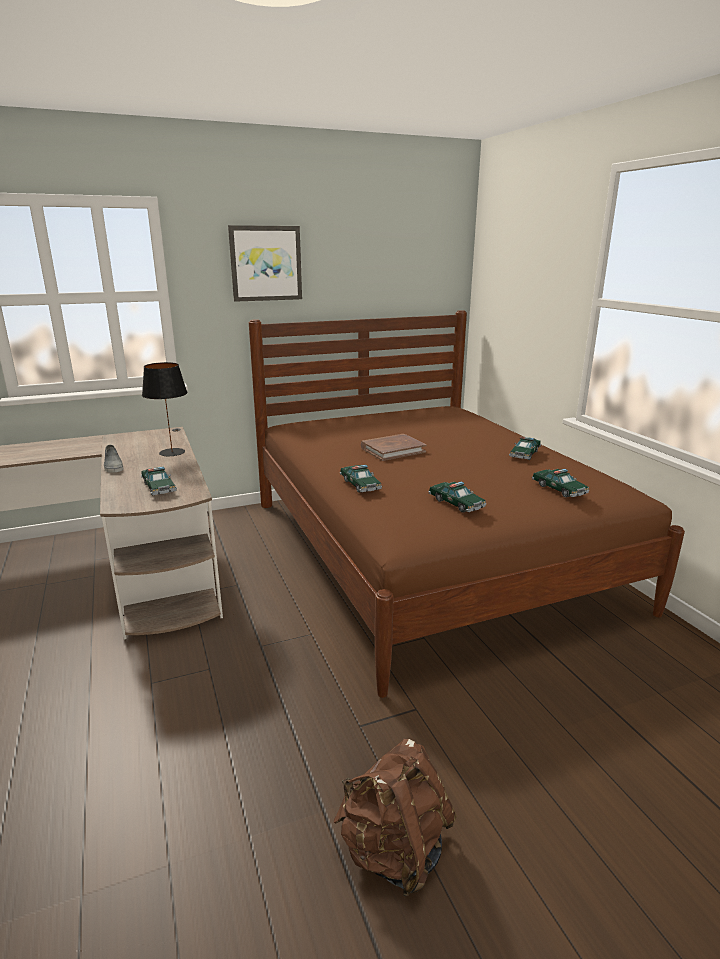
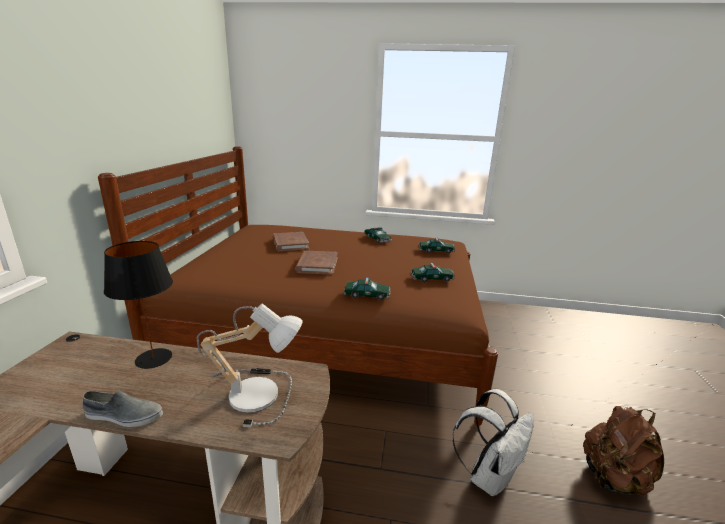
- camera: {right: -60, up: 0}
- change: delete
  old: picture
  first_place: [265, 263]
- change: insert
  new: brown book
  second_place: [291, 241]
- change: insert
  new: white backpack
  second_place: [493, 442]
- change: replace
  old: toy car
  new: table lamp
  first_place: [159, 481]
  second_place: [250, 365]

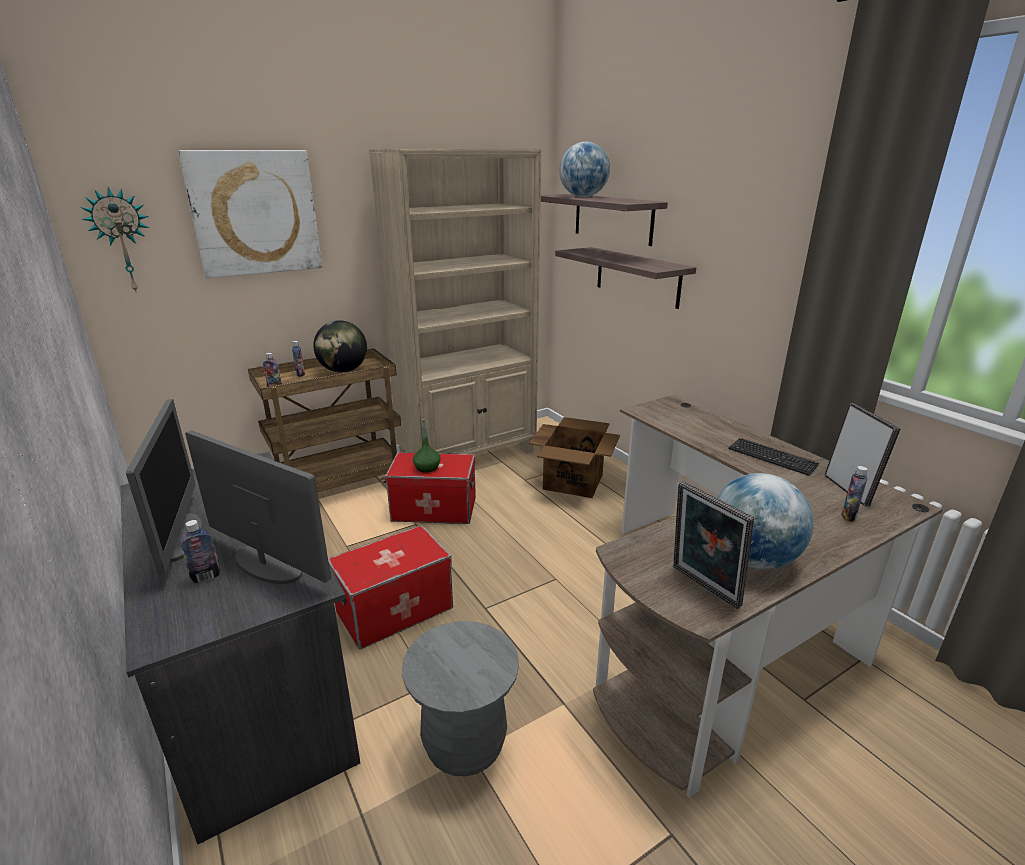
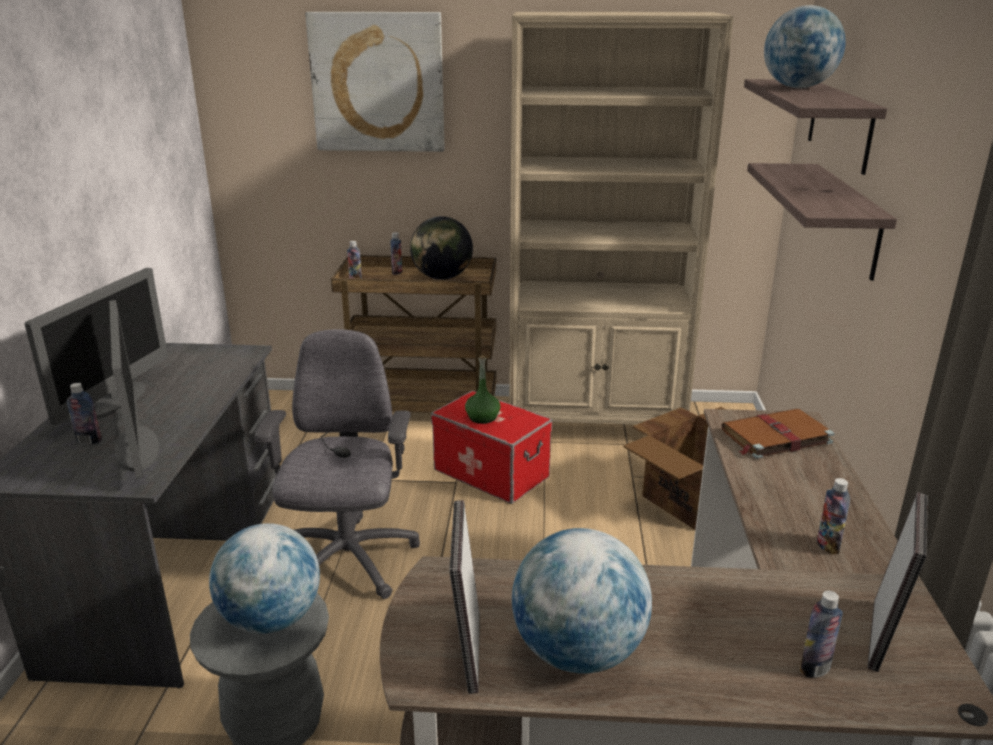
- camera: {right: 35, up: 0}
- change: delete
  old: wall clock
  first_place: [114, 240]
- change: insert
  new: globe
  second_place: [264, 578]
- change: insert
  new: brown book
  second_place: [778, 434]
- change: replace
  old: storage box
  new: grey office chair
  first_place: [390, 587]
  second_place: [337, 464]
- change: replace
  old: keyboard
  new: bottle
  first_place: [774, 457]
  second_place: [833, 516]

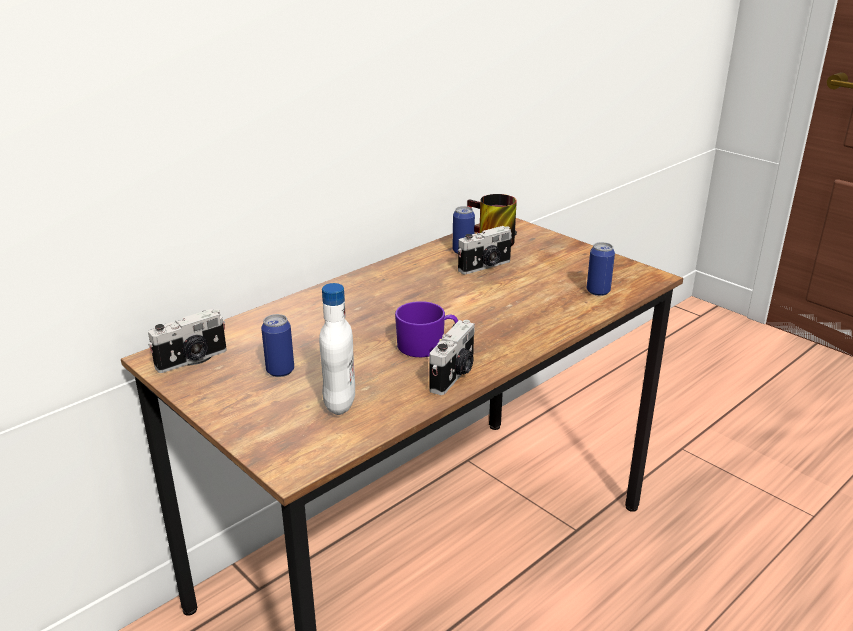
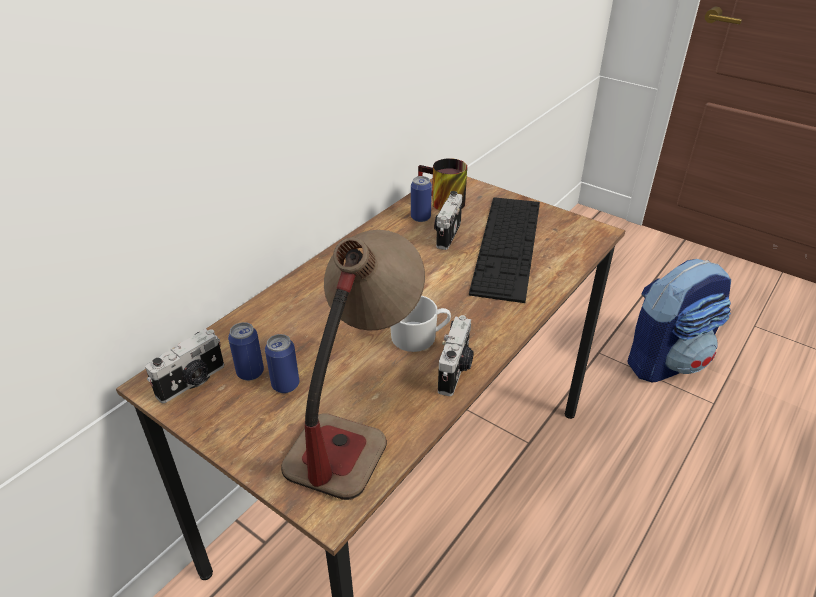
- camera: {right: -10, up: 10}
- change: insert
  new: keyboard
  second_place: [504, 250]
- change: insert
  new: backpack
  second_place: [679, 320]
- change: move
  old: can
  first_place: [601, 269]
  second_place: [246, 351]
- change: replace
  old: white bottle
  new: table lamp
  first_place: [337, 349]
  second_place: [353, 365]
- change: recolor
  old: purple mug
  new: white mug
  first_place: [426, 329]
  second_place: [420, 324]
- change: rotate
  old: photo camera
  first_place: [485, 250]
  second_place: [448, 220]
  degrees: 150

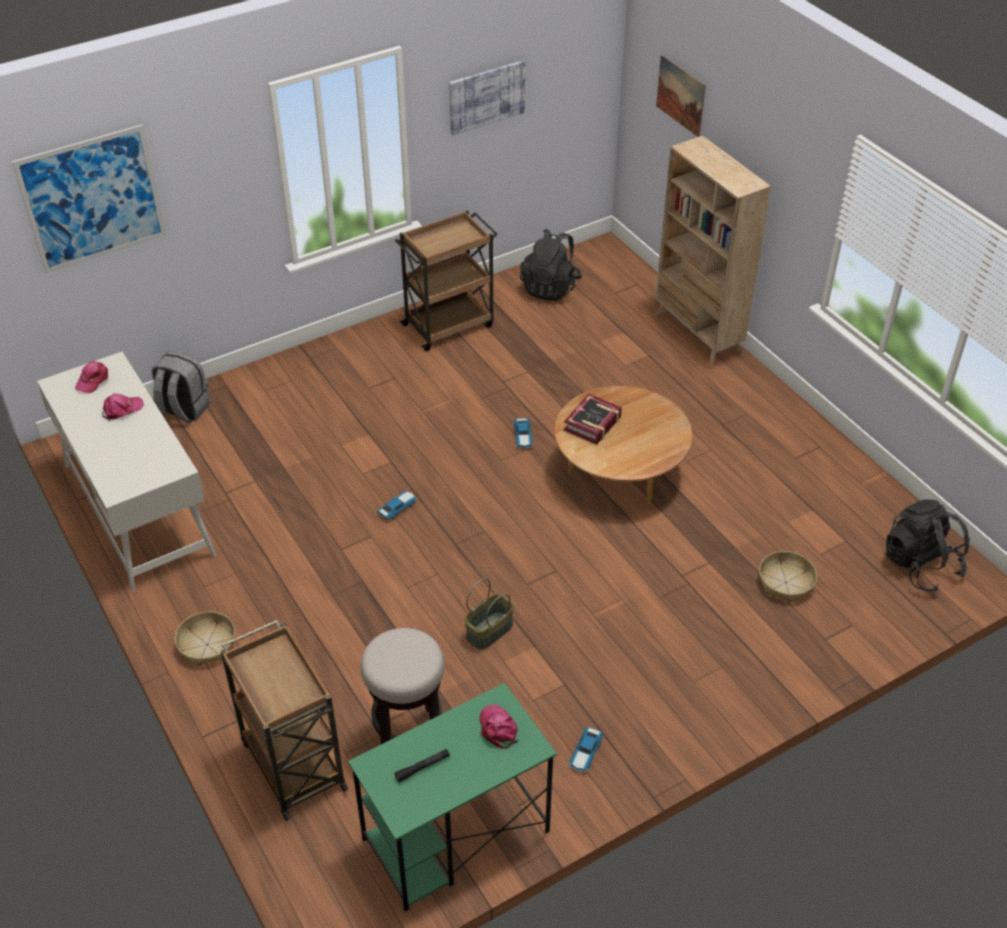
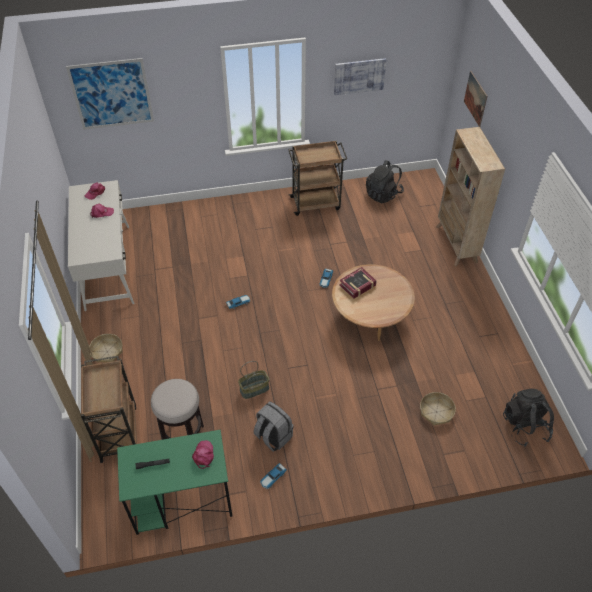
- camera: {right: 20, up: 5}
- change: move
  old: grey backpack
  first_place: [181, 387]
  second_place: [274, 426]

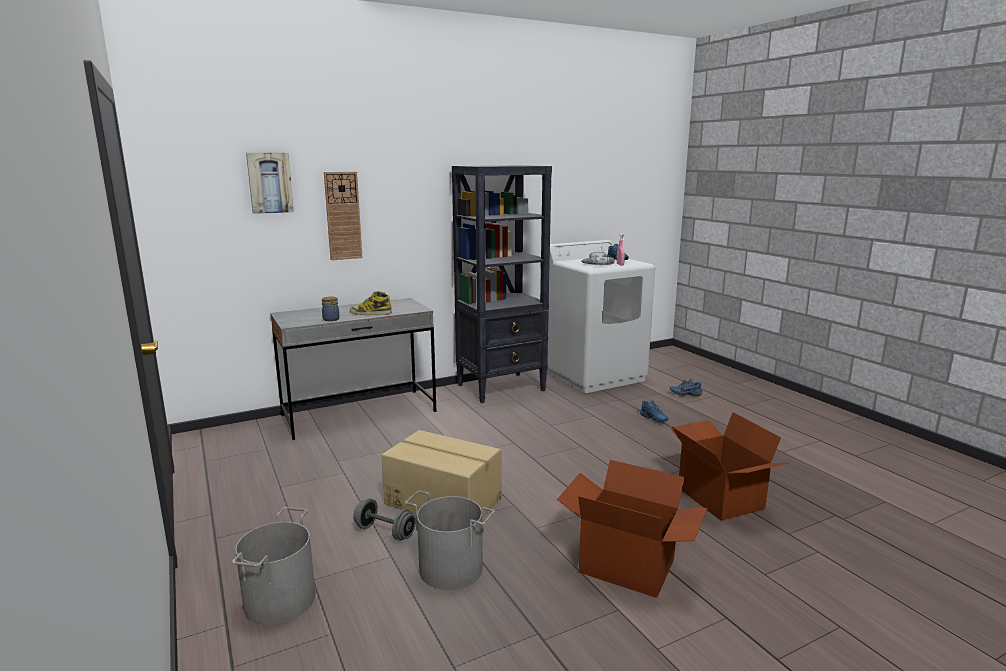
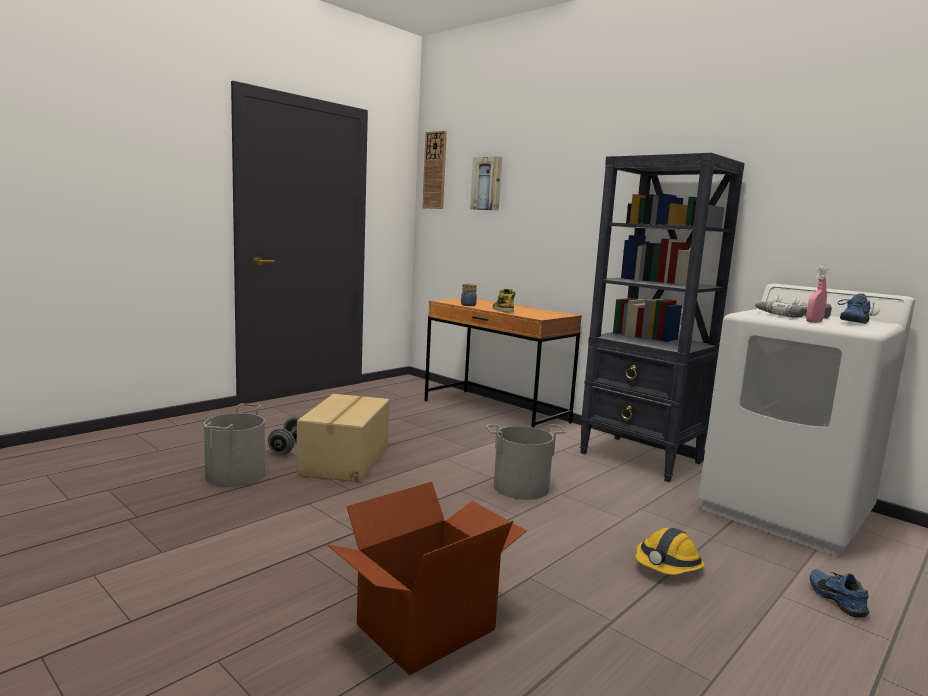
- camera: {right: 70, up: -5}
- change: delete
  old: cardboard box
  first_place: [632, 529]
- change: move
  old: grey bucket
  first_place: [274, 566]
  second_place: [526, 462]
- change: move
  old: wall clock
  first_place: [343, 216]
  second_place: [434, 170]
- change: replace
  old: blue shoe
  new: hard hat
  first_place: [654, 411]
  second_place: [670, 551]
- change: recolor
  old: grey desk
  new: brown desk
  first_place: [353, 369]
  second_place: [503, 363]

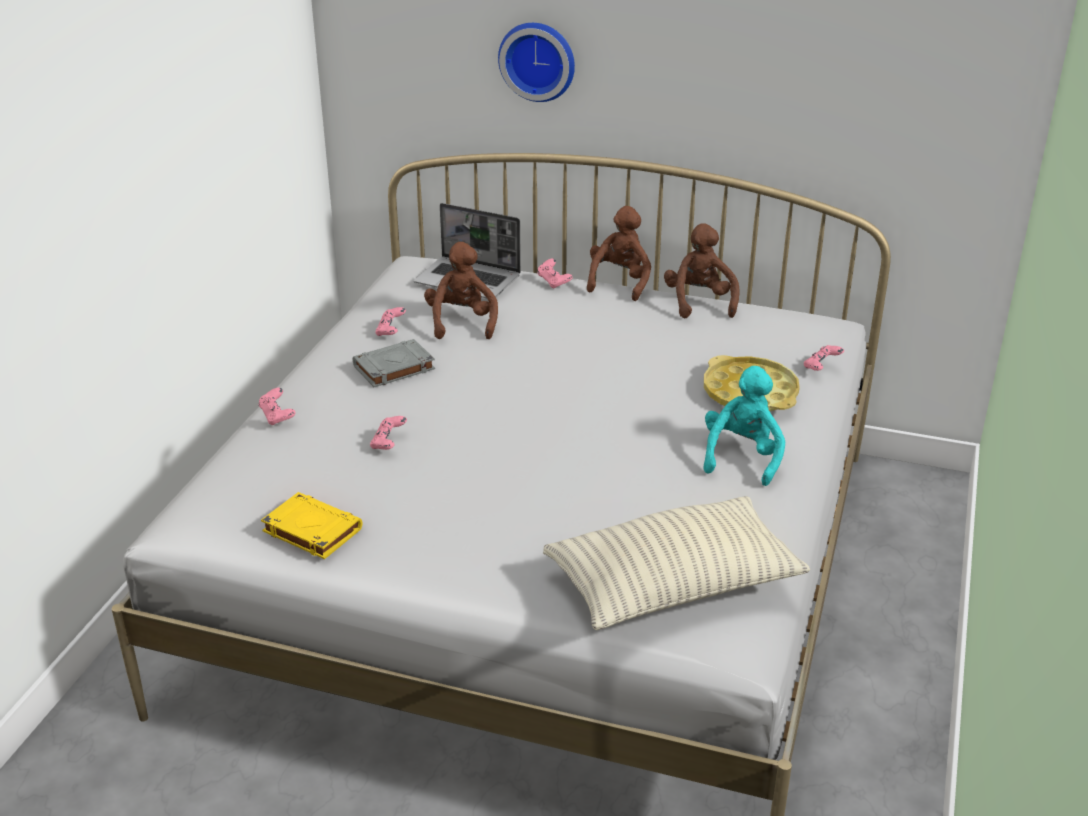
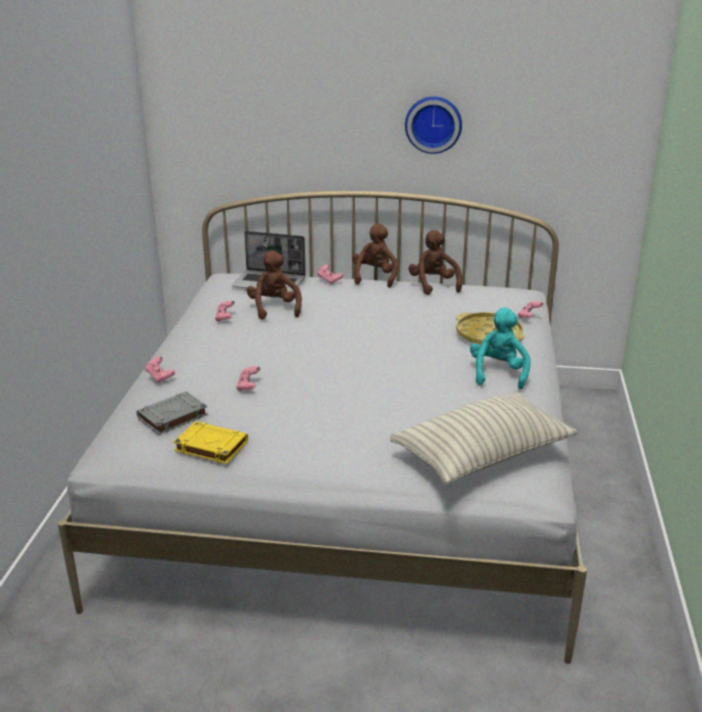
- camera: {right: -10, up: -5}
- change: move
  old: grey book
  first_place: [394, 363]
  second_place: [172, 413]
- change: move
  old: wall clock
  first_place: [536, 62]
  second_place: [433, 125]

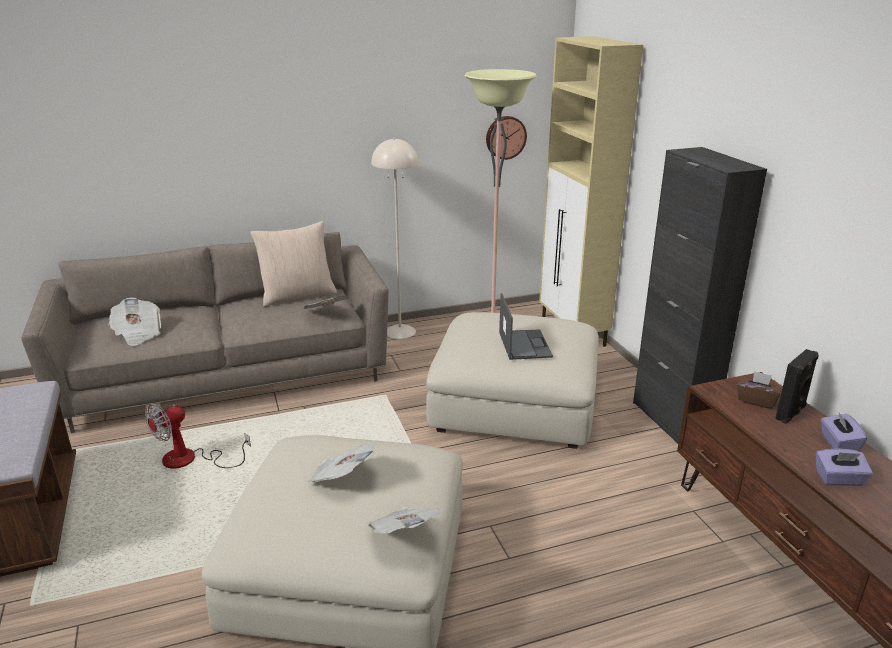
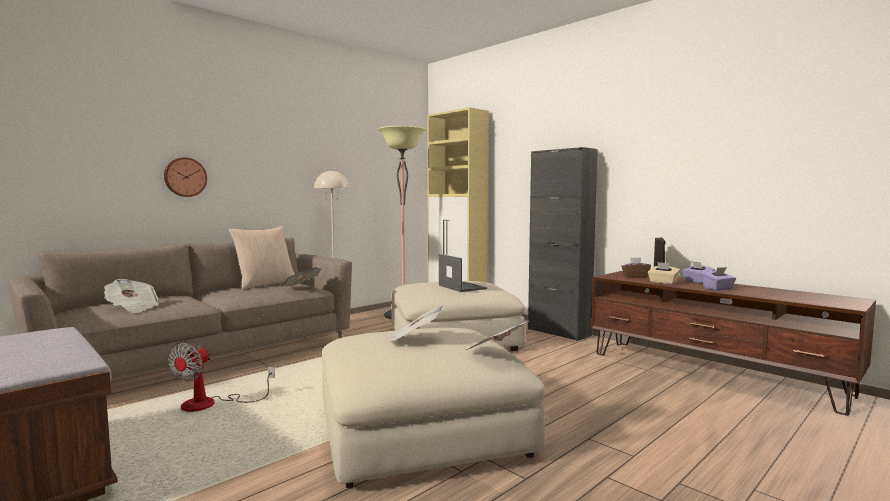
- camera: {right: -25, up: -20}
- change: insert
  new: beige tissue box
  second_place: [664, 273]
- change: move
  old: wall clock
  first_place: [506, 138]
  second_place: [185, 177]

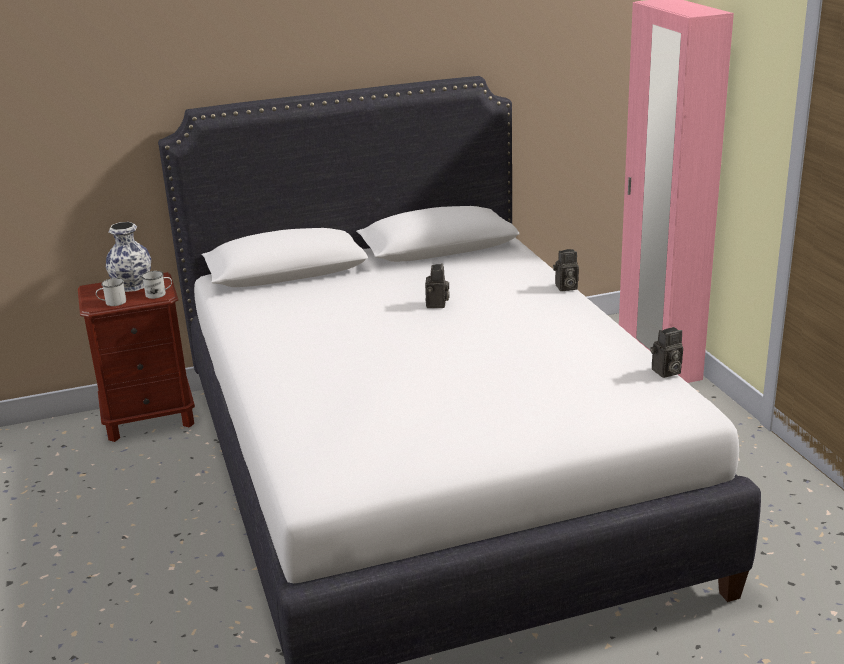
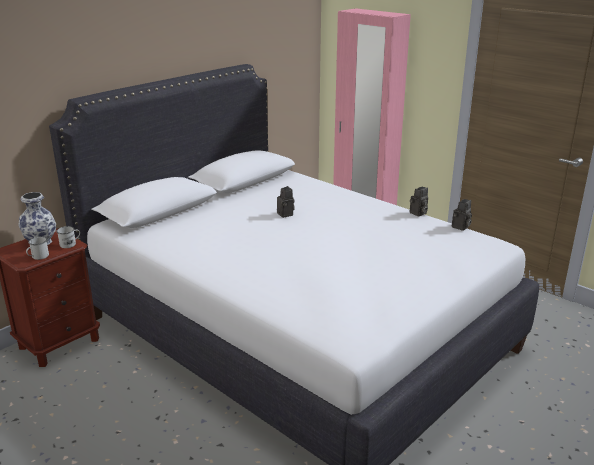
- camera: {right: -30, up: 0}
- change: move
  old: photo camera
  first_place: [566, 270]
  second_place: [419, 202]

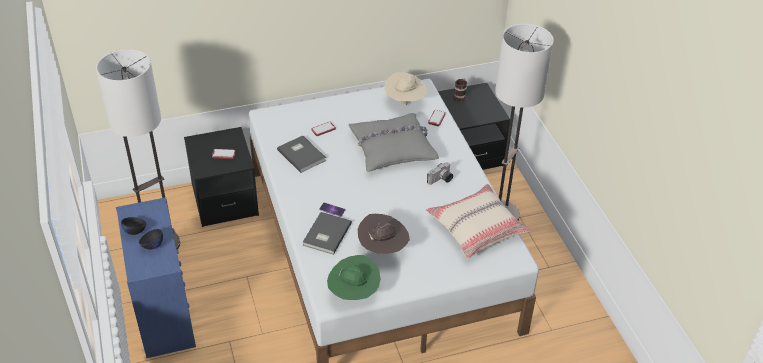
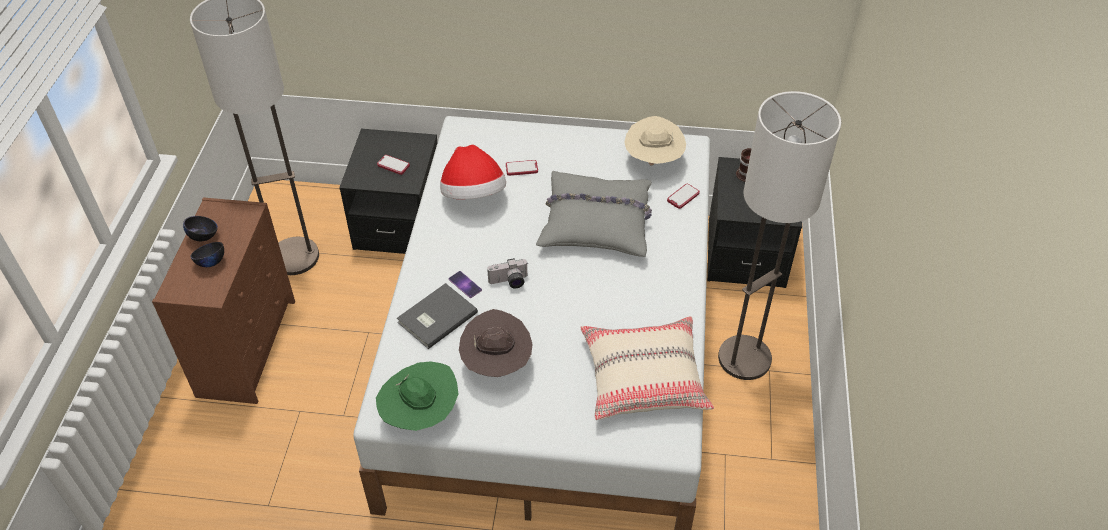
- camera: {right: 25, up: 5}
- change: move
  old: photo camera
  first_place: [440, 173]
  second_place: [507, 273]
- change: replace
  old: grey book
  new: hat
  first_place: [301, 154]
  second_place: [473, 172]
- change: recolor
  old: blue dresser
  new: brown dresser
  first_place: [156, 277]
  second_place: [223, 300]

